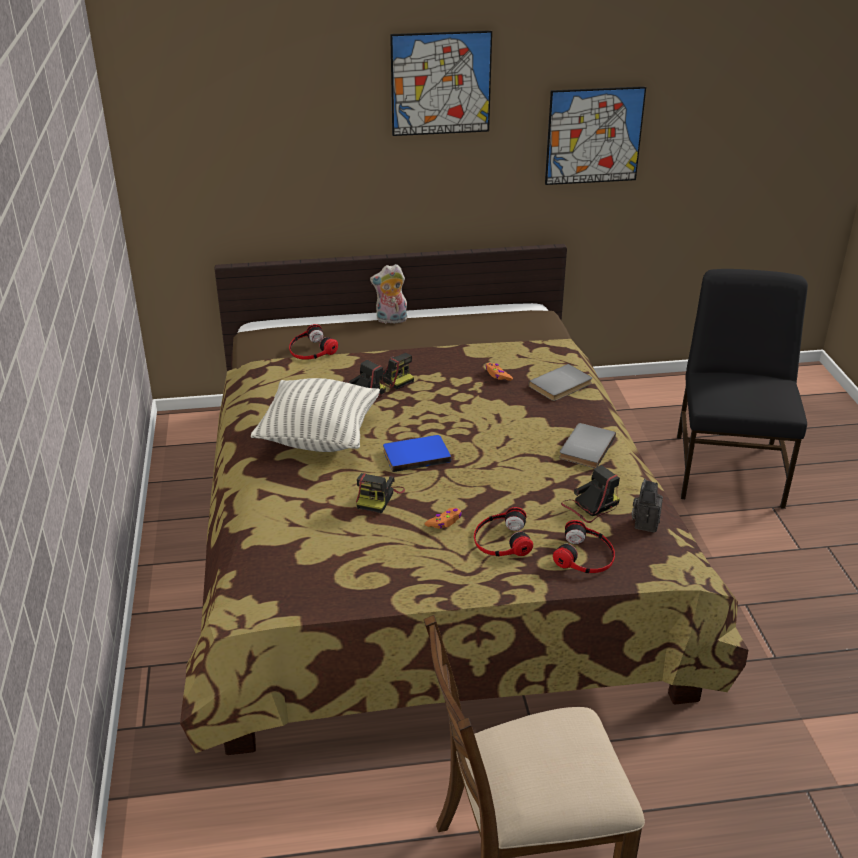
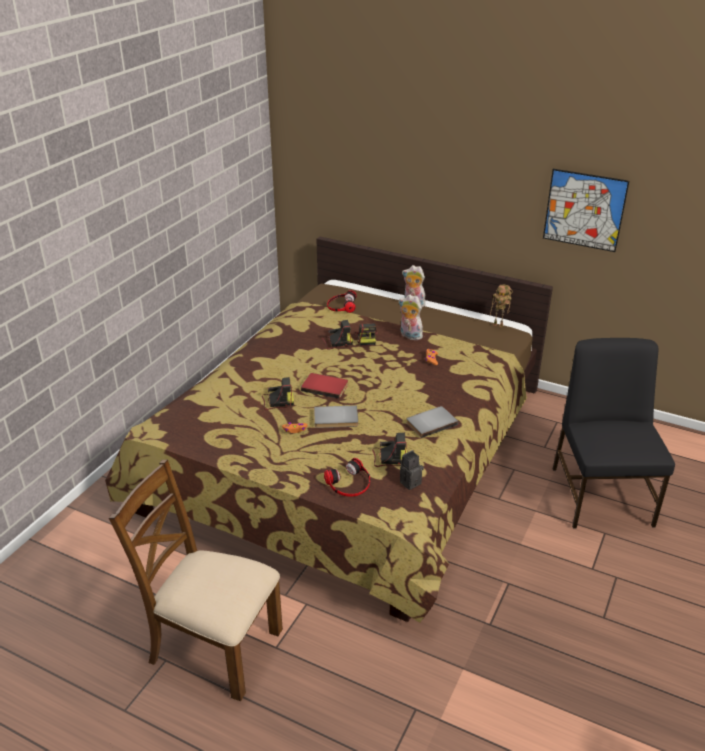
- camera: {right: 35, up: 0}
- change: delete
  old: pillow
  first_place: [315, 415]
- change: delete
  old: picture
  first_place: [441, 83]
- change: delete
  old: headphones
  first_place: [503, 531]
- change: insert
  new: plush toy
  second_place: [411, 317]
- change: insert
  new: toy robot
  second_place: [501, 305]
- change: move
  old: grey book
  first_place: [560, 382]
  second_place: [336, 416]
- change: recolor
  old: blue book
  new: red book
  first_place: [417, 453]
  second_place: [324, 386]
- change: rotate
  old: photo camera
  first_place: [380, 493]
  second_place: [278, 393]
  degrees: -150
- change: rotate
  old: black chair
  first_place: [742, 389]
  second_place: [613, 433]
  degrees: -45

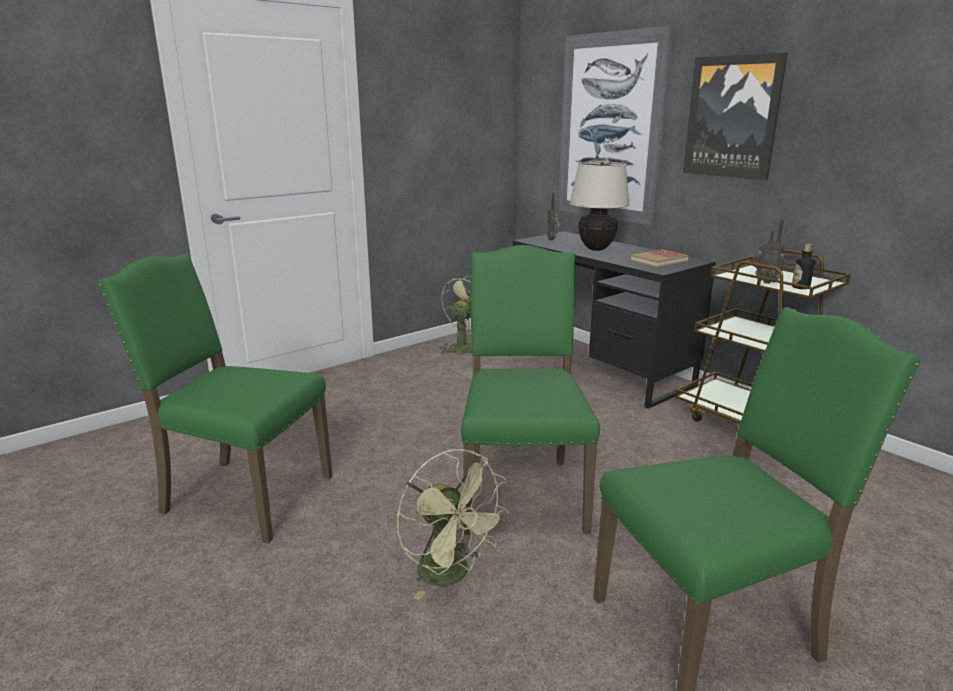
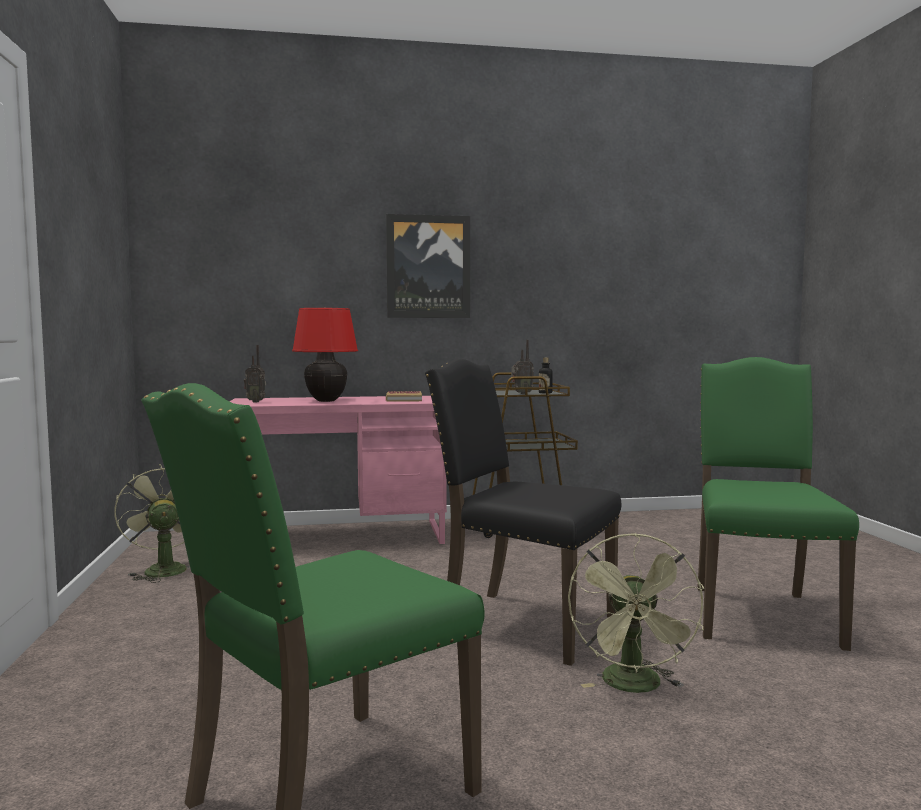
- camera: {right: -60, up: -15}
- change: delete
  old: picture
  first_place: [615, 126]
- change: recolor
  old: green chair
  new: black chair
  first_place: [530, 390]
  second_place: [523, 512]
- change: recolor
  old: black desk
  new: pink desk
  first_place: [614, 320]
  second_place: [338, 470]
- change: recolor
  old: beige table lamp
  new: red table lamp
  first_place: [599, 206]
  second_place: [325, 354]
- change: rotate
  old: green fan
  first_place: [453, 524]
  second_place: [636, 613]
  degrees: 105

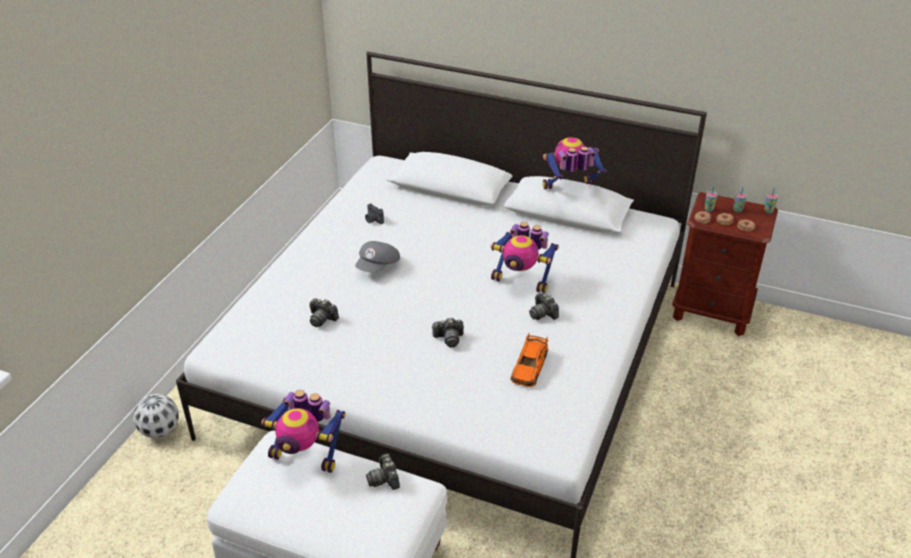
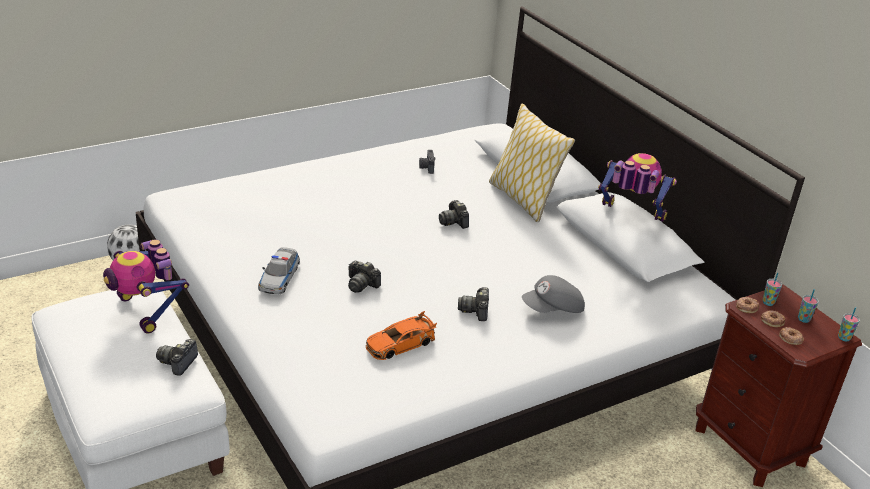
- camera: {right: 35, up: -5}
- change: delete
  old: toy robot
  first_place: [525, 257]
- change: insert
  new: toy car
  second_place: [279, 270]
- change: insert
  new: pillow
  second_place: [532, 163]
- change: move
  old: photo camera
  first_place: [324, 312]
  second_place: [454, 214]
- change: move
  old: grey cap
  first_place: [377, 257]
  second_place: [553, 294]

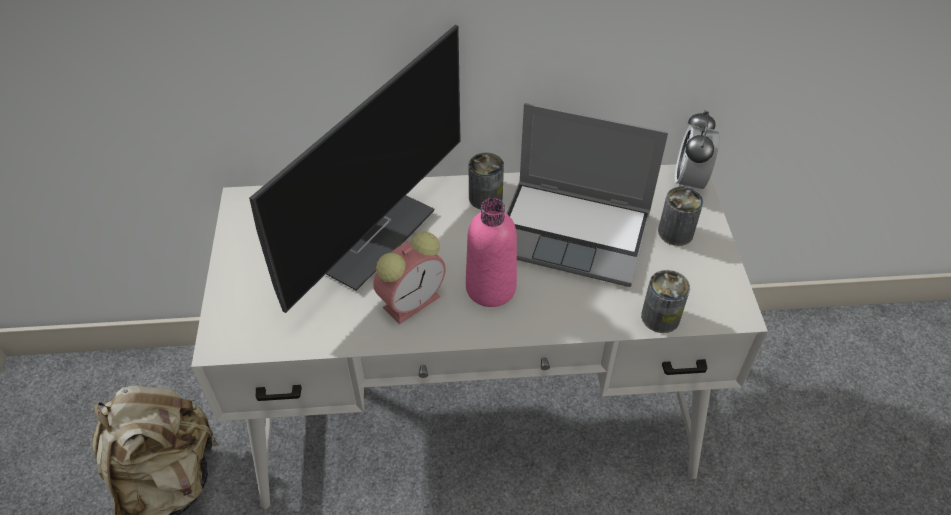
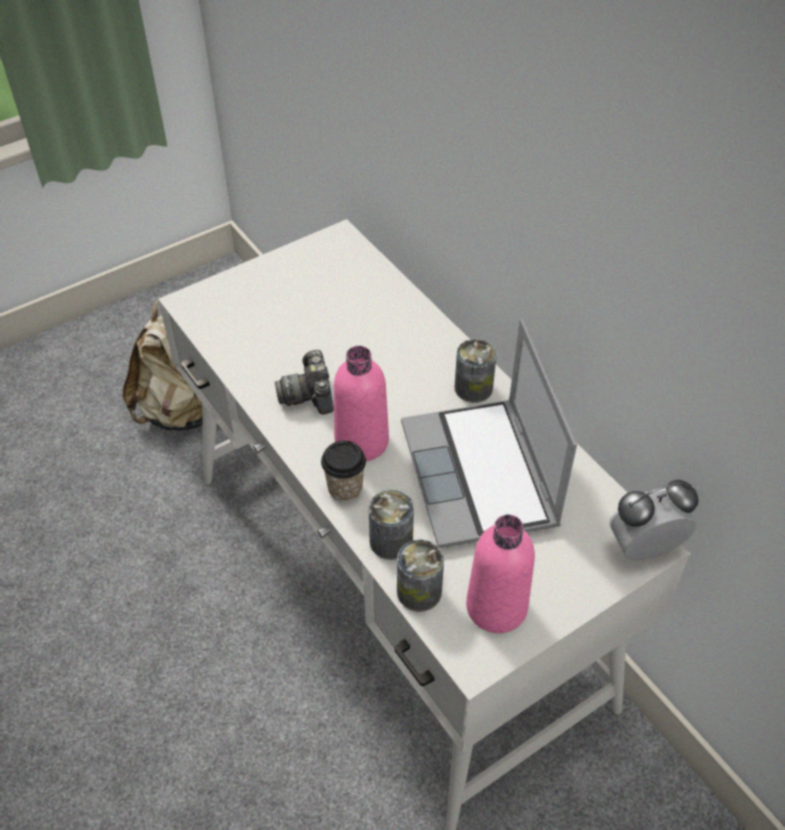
- camera: {right: 60, up: 0}
- change: delete
  old: monitor
  first_place: [355, 169]
- change: insert
  new: cup
  second_place: [343, 471]
- change: insert
  new: pink bottle
  second_place: [500, 574]
- change: move
  old: can
  first_place: [681, 216]
  second_place: [391, 524]
- change: replace
  old: alarm clock
  new: photo camera
  first_place: [409, 278]
  second_place: [304, 382]

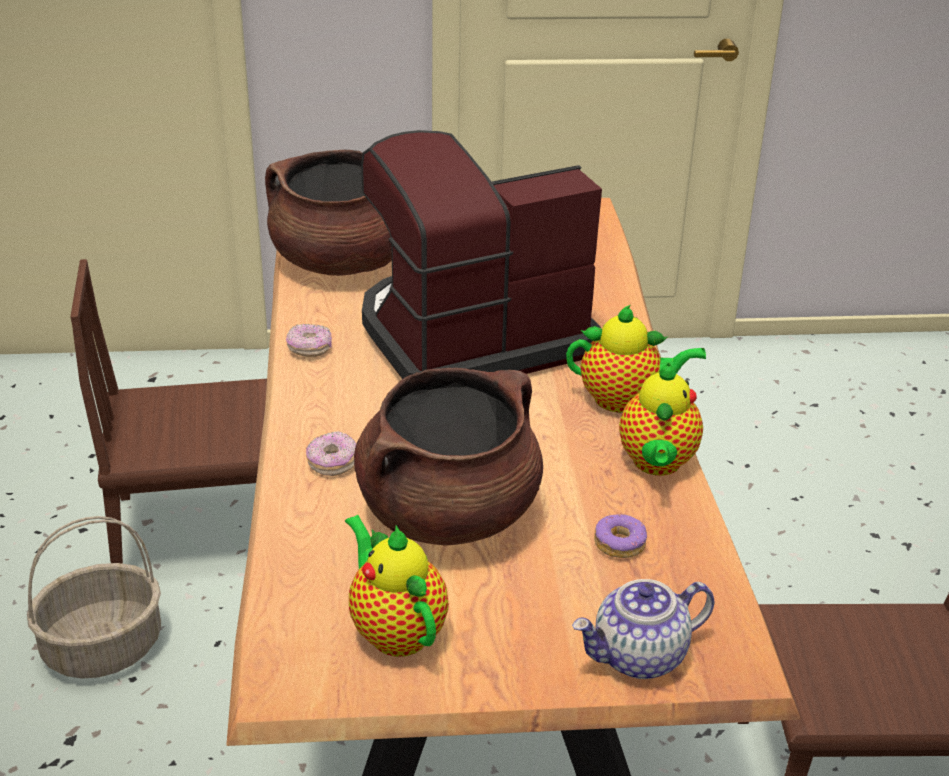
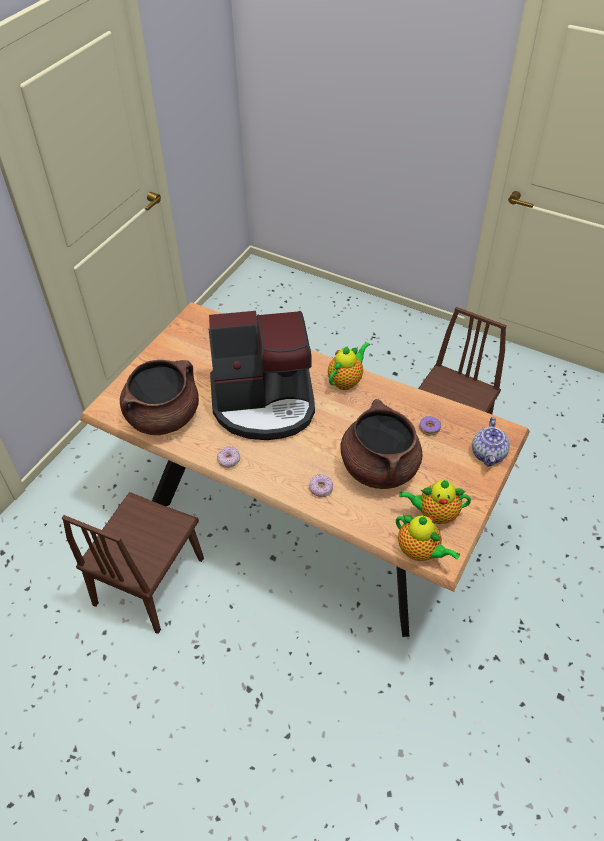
- camera: {right: -55, up: 15}
- change: delete
  old: basket
  first_place: [94, 597]
- change: move
  old: teapot
  first_place: [661, 419]
  second_place: [428, 537]
- change: rotate
  old: coffee machine
  first_place: [481, 254]
  second_place: [262, 375]
  degrees: -105

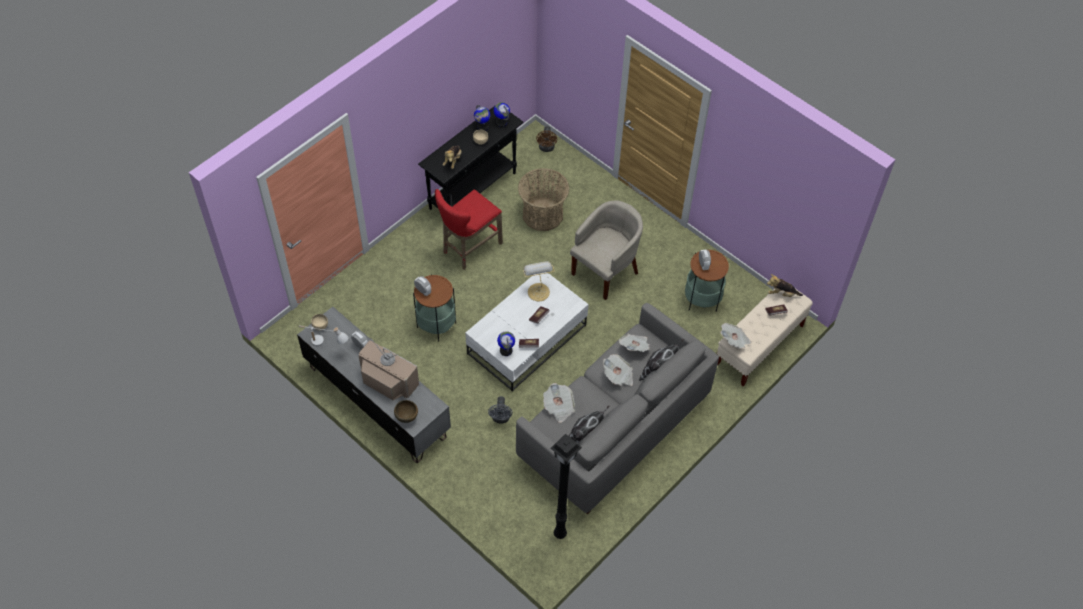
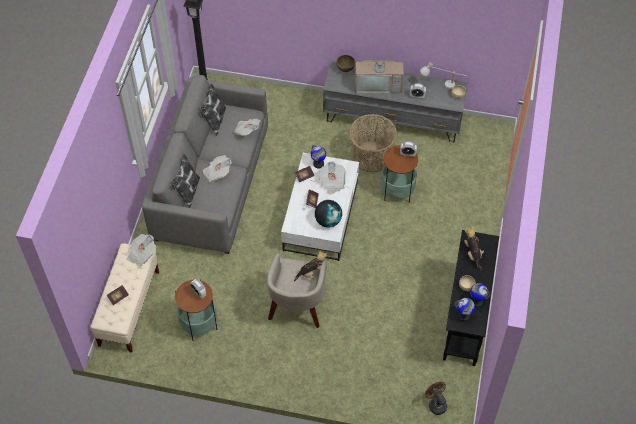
- camera: {right: 150, up: 0}
- change: delete
  old: red stool
  first_place: [469, 229]
- change: delete
  old: grey fan
  first_place: [500, 410]
- change: move
  old: basket
  first_place: [543, 199]
  second_place: [373, 143]
- change: move
  old: newspaper
  first_place: [634, 343]
  second_place: [332, 178]
- change: move
  old: plush toy
  first_place: [785, 285]
  second_place: [310, 265]
- change: replace
  old: table lamp
  new: globe
  first_place: [539, 281]
  second_place: [328, 214]

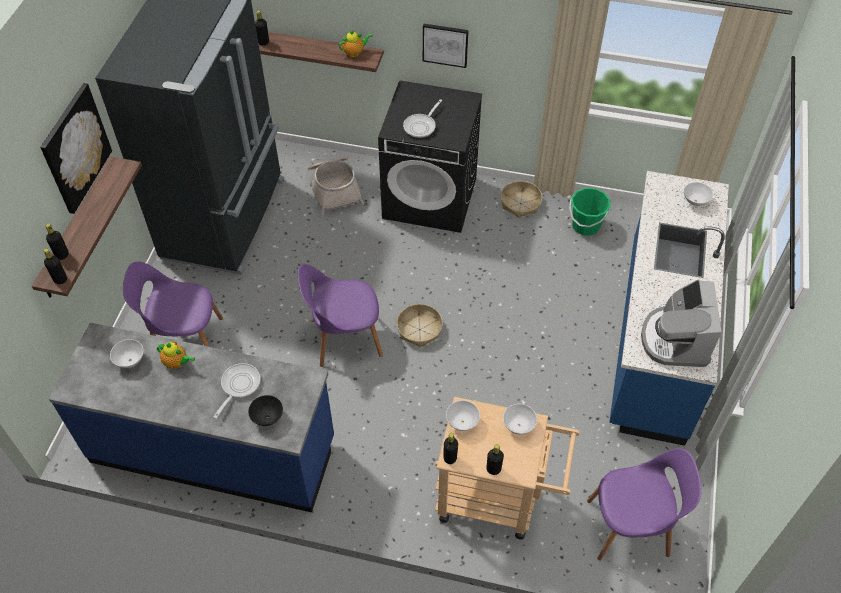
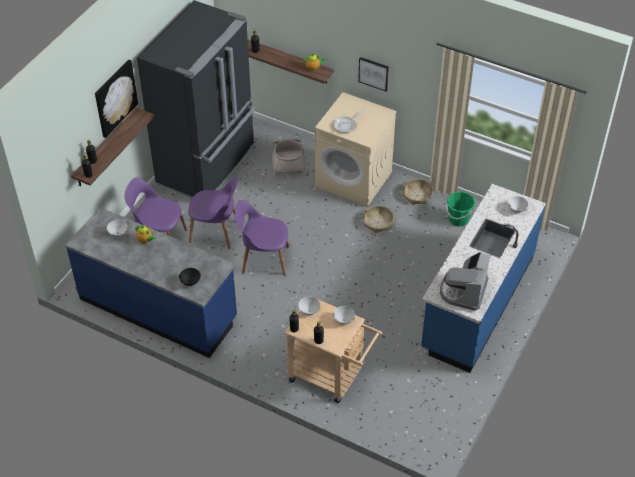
- camera: {right: 15, up: -5}
- change: delete
  old: frying pan
  first_place: [237, 390]
- change: move
  old: basket
  first_place: [420, 325]
  second_place: [378, 219]
- change: move
  old: purple chair
  first_place: [644, 504]
  second_place: [213, 213]
- change: recolor
  old: black washing machine
  new: beige washing machine
  first_place: [430, 156]
  second_place: [356, 149]

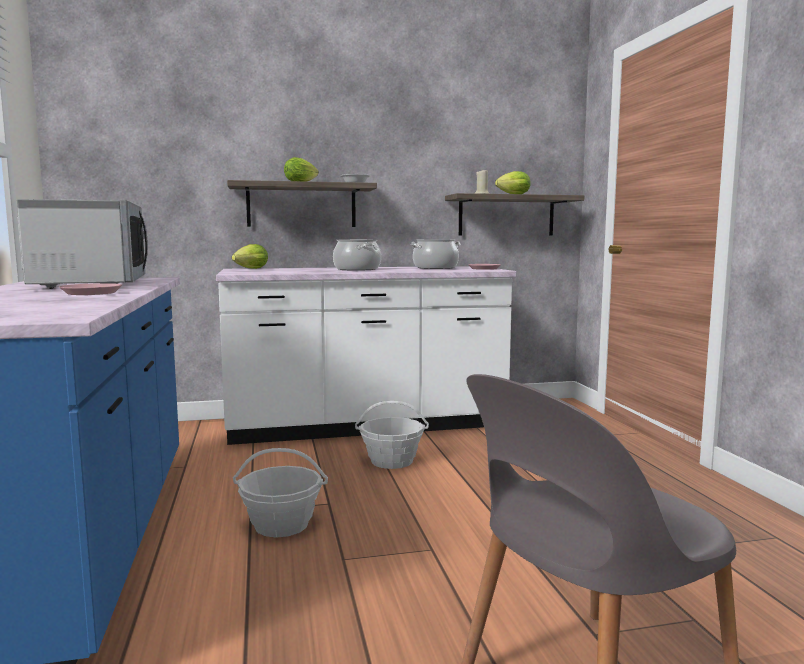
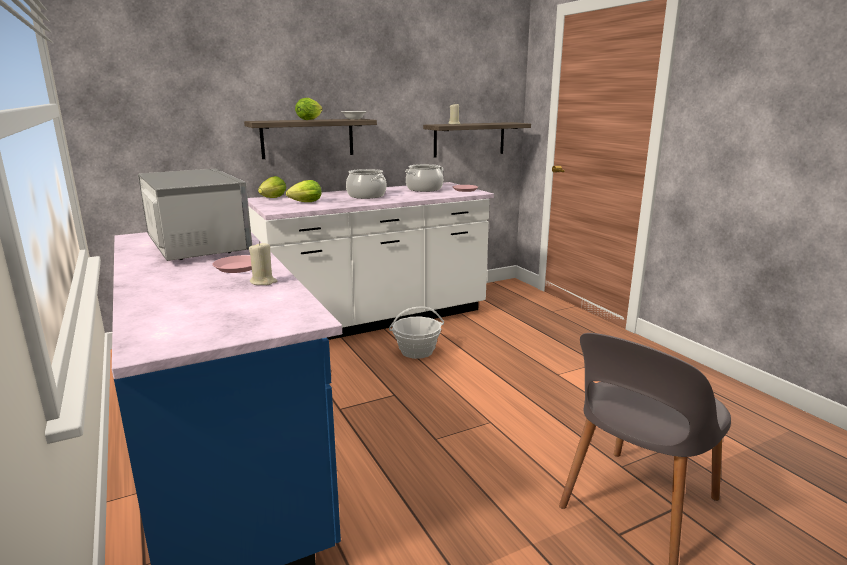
- camera: {right: -15, up: 10}
- change: delete
  old: basket
  first_place: [280, 492]
- change: insert
  new: beige candle
  second_place: [263, 263]
- change: move
  old: lettuce
  first_place: [513, 182]
  second_place: [303, 191]

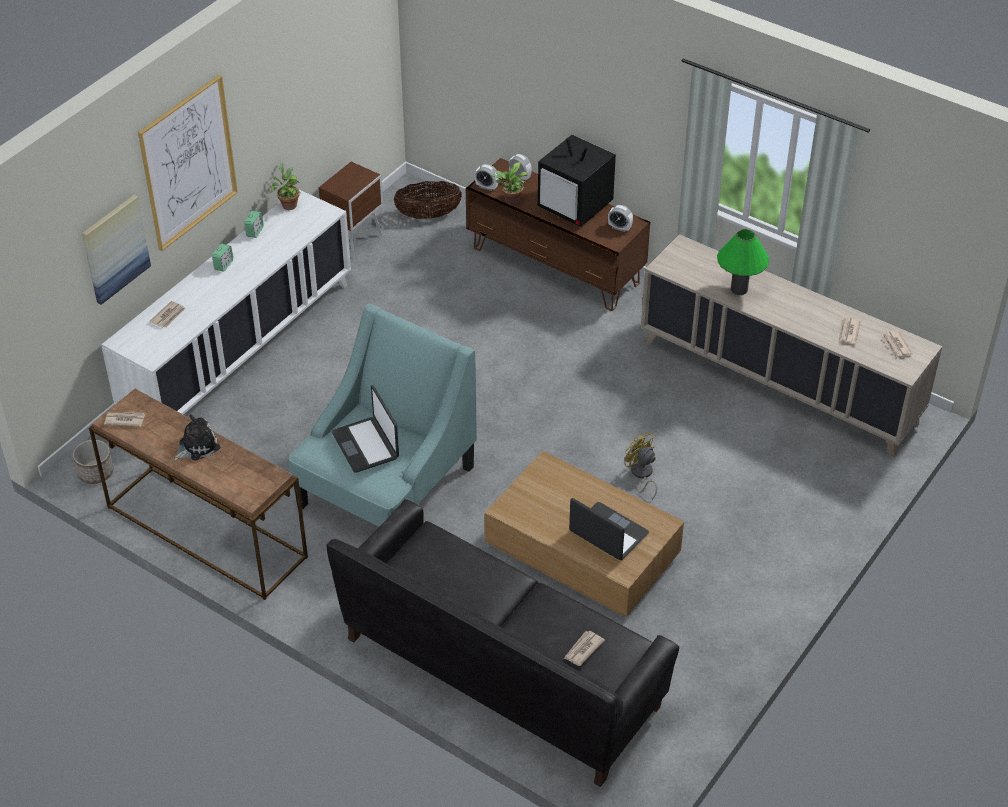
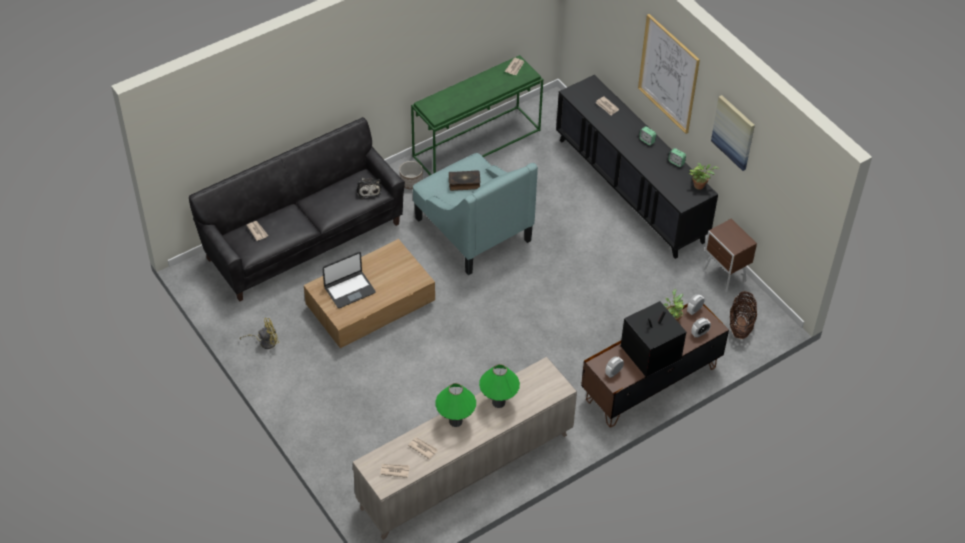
- camera: {right: 110, up: 5}
- change: insert
  new: green table lamp
  second_place: [455, 405]
- change: move
  old: planter
  first_place: [93, 462]
  second_place: [411, 175]
- change: move
  old: picture
  first_place: [116, 250]
  second_place: [733, 133]
- change: move
  old: plush toy
  first_place: [196, 437]
  second_place: [369, 188]
- change: move
  old: yellow fan
  first_place: [640, 465]
  second_place: [259, 333]
- change: replace
  old: laptop
  new: book
  first_place: [365, 428]
  second_place: [465, 180]
- change: recolor
  old: brown console table
  new: green console table
  first_place: [198, 494]
  second_place: [477, 115]
- change: recolor
  old: white cabinet
  new: black cabinet
  first_place: [226, 302]
  second_place: [637, 167]

